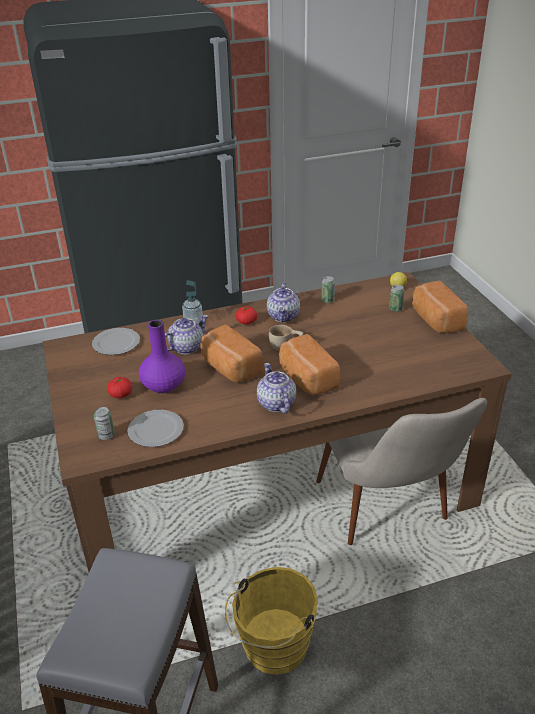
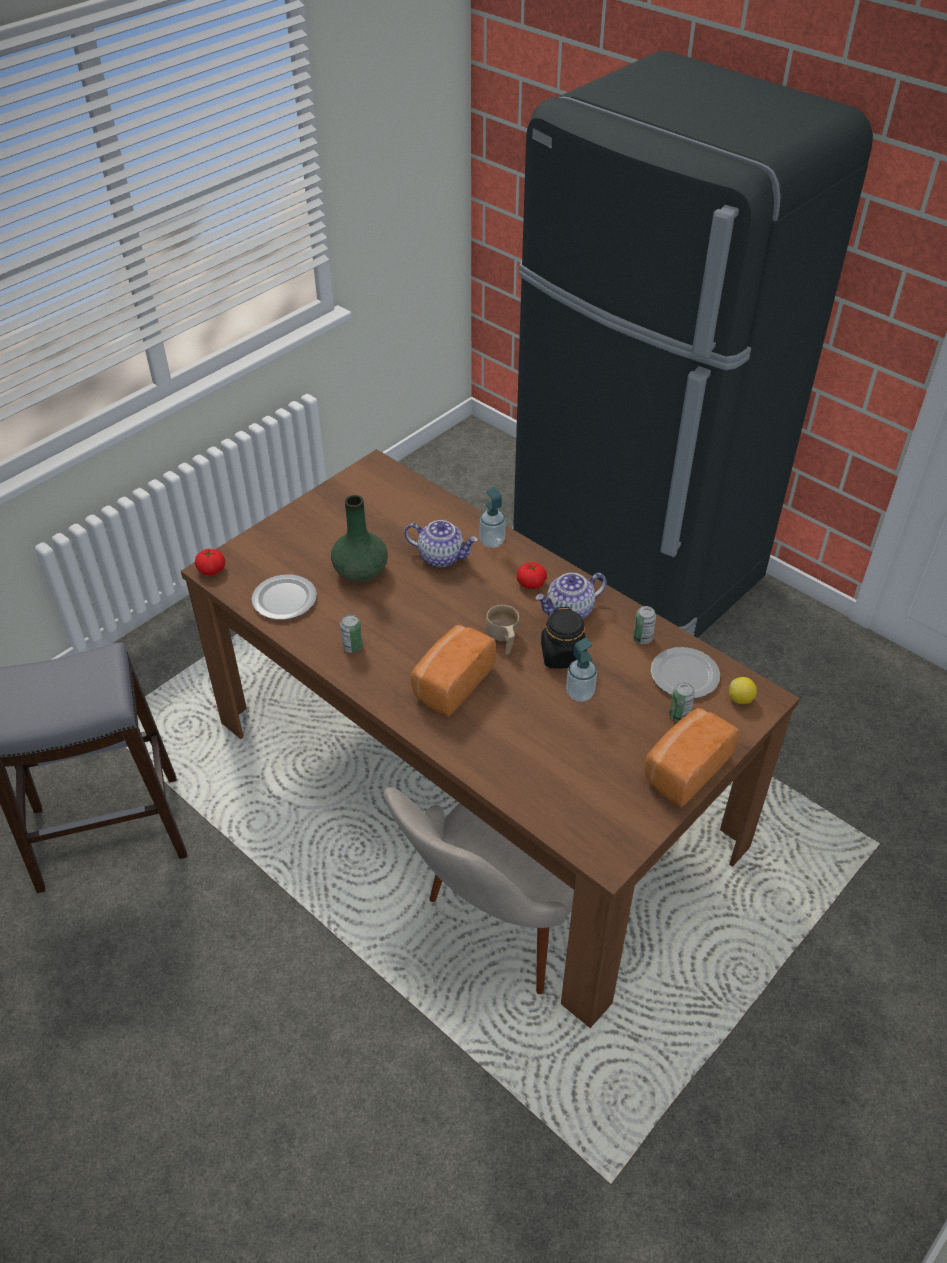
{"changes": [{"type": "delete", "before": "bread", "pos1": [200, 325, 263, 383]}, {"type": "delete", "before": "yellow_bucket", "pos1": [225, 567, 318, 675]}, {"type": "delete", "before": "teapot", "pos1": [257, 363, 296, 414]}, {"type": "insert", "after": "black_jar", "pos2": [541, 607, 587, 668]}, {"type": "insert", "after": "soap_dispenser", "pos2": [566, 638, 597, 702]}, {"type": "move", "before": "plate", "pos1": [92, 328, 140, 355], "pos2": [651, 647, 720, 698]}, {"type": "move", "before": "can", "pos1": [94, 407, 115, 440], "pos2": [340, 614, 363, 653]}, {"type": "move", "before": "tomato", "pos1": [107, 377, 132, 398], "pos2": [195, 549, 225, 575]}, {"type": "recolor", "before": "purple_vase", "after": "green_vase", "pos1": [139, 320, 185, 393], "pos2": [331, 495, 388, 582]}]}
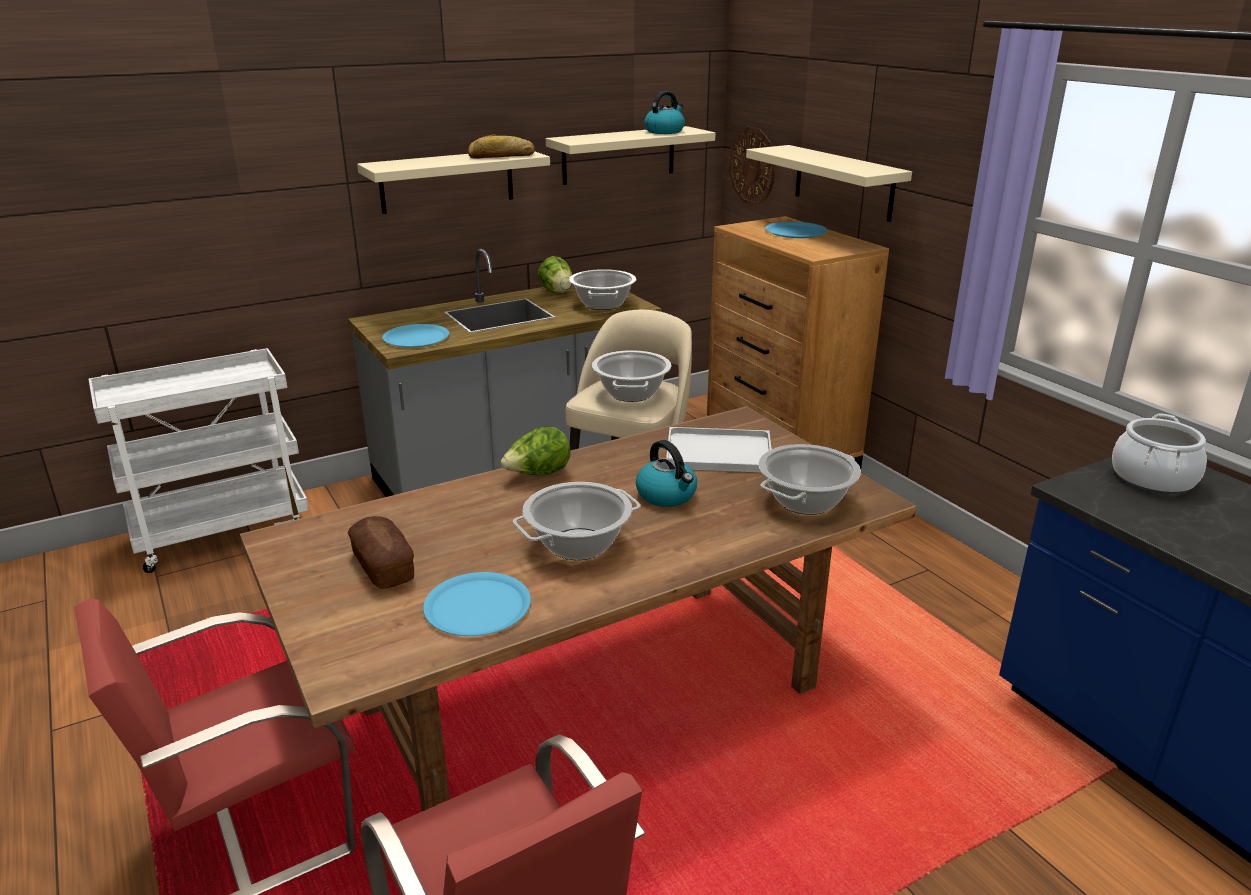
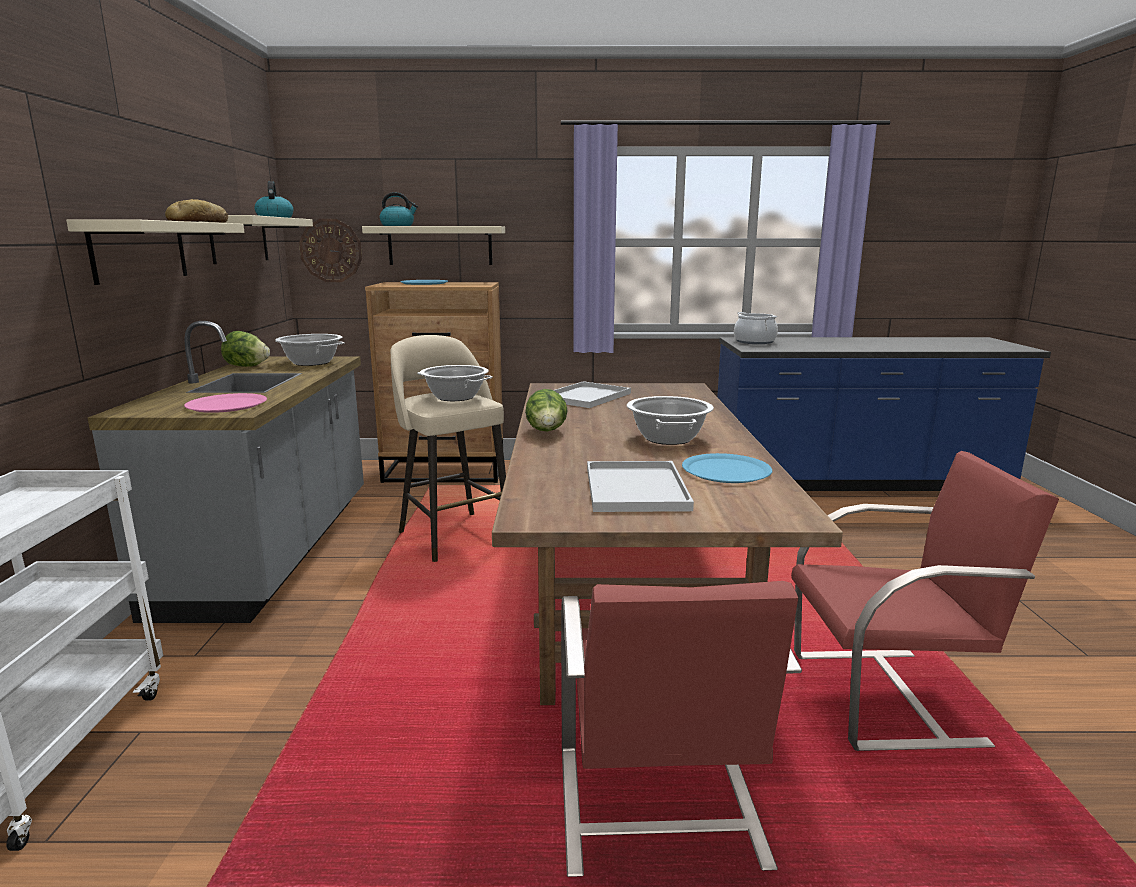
{"changes": [{"type": "delete", "before": "cooking_pot", "pos1": [758, 444, 861, 515]}, {"type": "move", "before": "kettle", "pos1": [636, 440, 697, 507], "pos2": [380, 192, 418, 226]}, {"type": "replace", "before": "bread", "after": "white_tray", "pos1": [347, 516, 414, 589], "pos2": [587, 461, 694, 512]}, {"type": "recolor", "before": "blue_plate", "after": "pink_plate", "pos1": [382, 324, 449, 347], "pos2": [184, 393, 267, 413]}]}
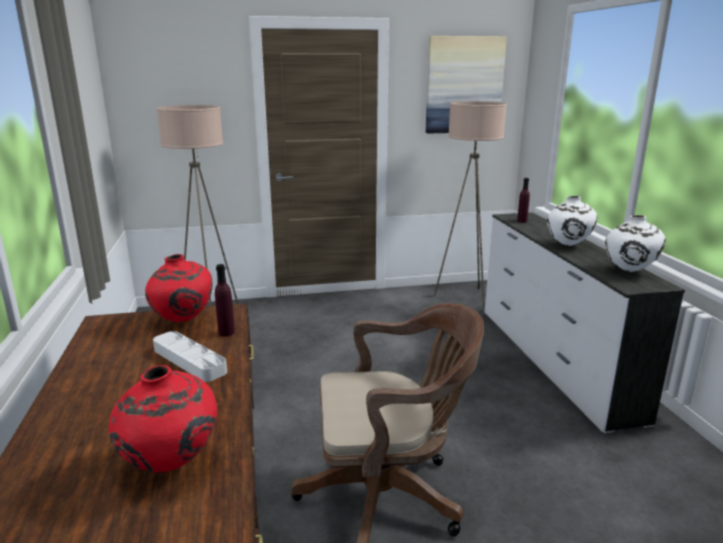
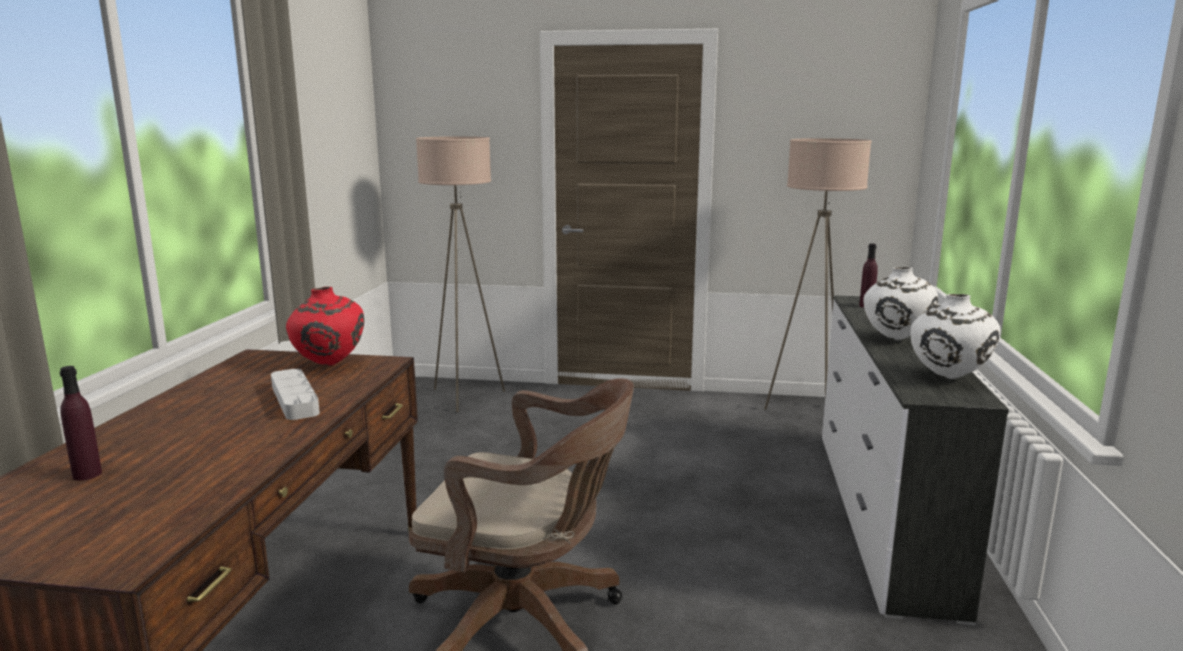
{"changes": [{"type": "delete", "before": "red_vase", "pos1": [109, 365, 217, 472]}, {"type": "delete", "before": "picture", "pos1": [426, 36, 507, 134]}, {"type": "move", "before": "purple_bottle", "pos1": [215, 264, 235, 337], "pos2": [60, 366, 102, 481]}]}
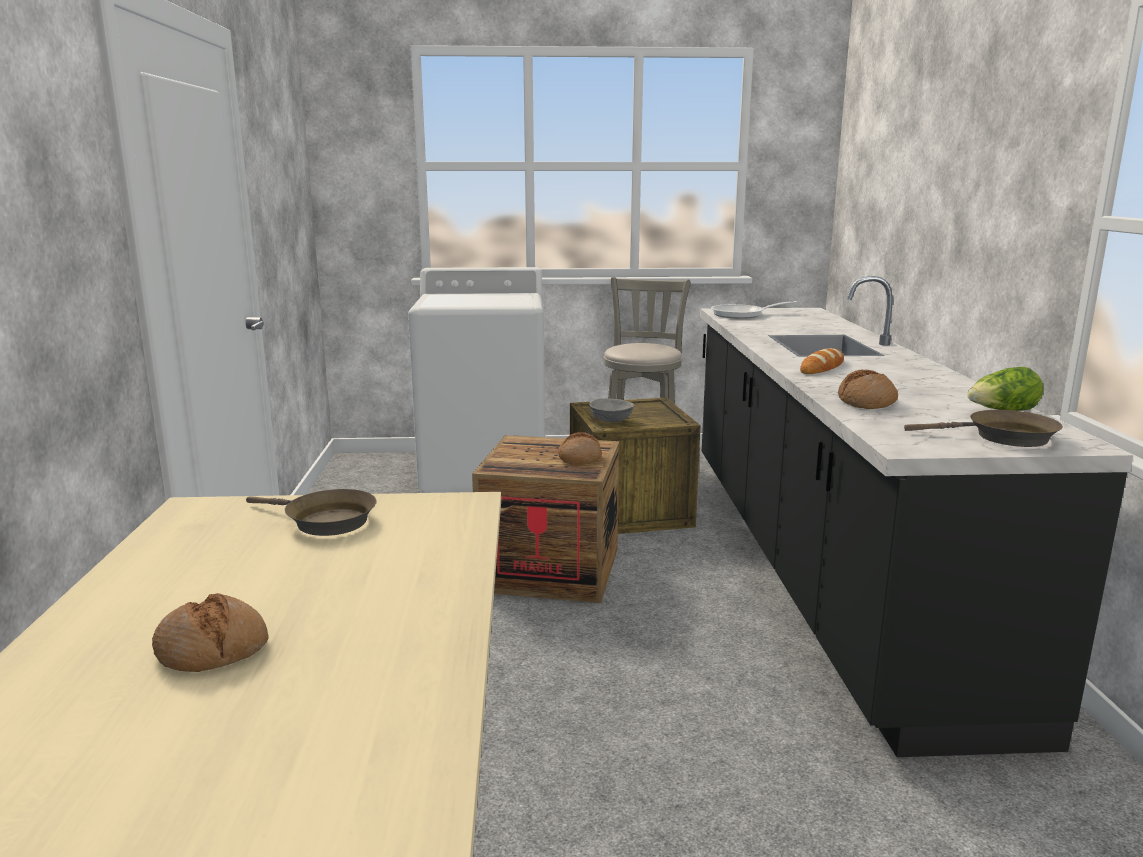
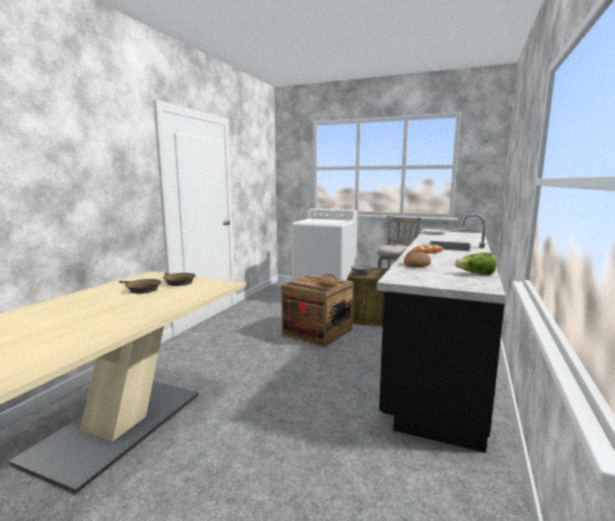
{"changes": [{"type": "delete", "before": "bread", "pos1": [152, 593, 268, 672]}, {"type": "move", "before": "brown_frying_pan", "pos1": [904, 410, 1063, 447], "pos2": [119, 279, 161, 294]}]}
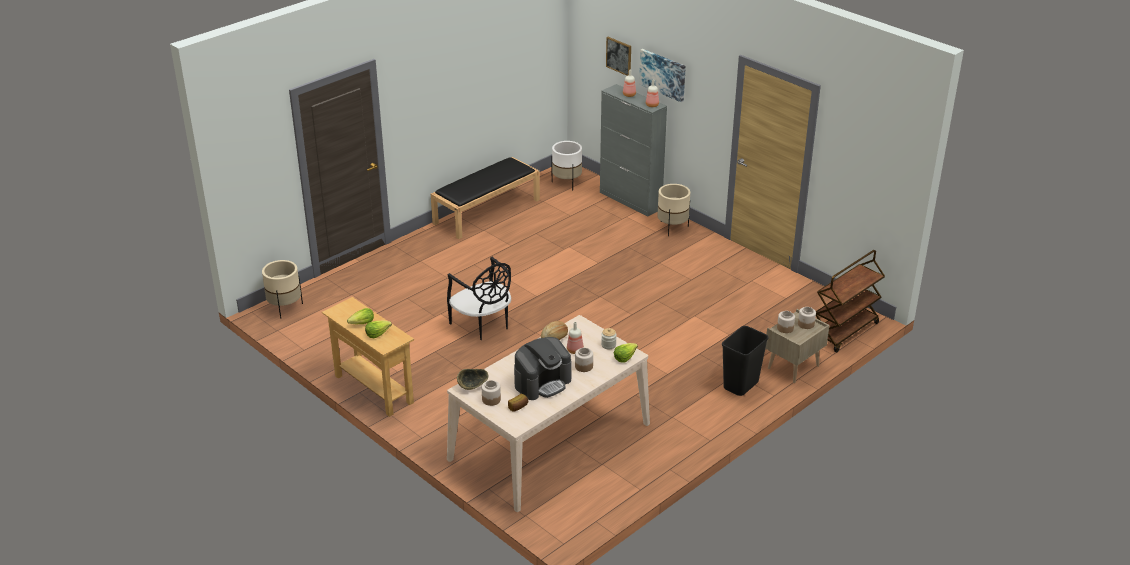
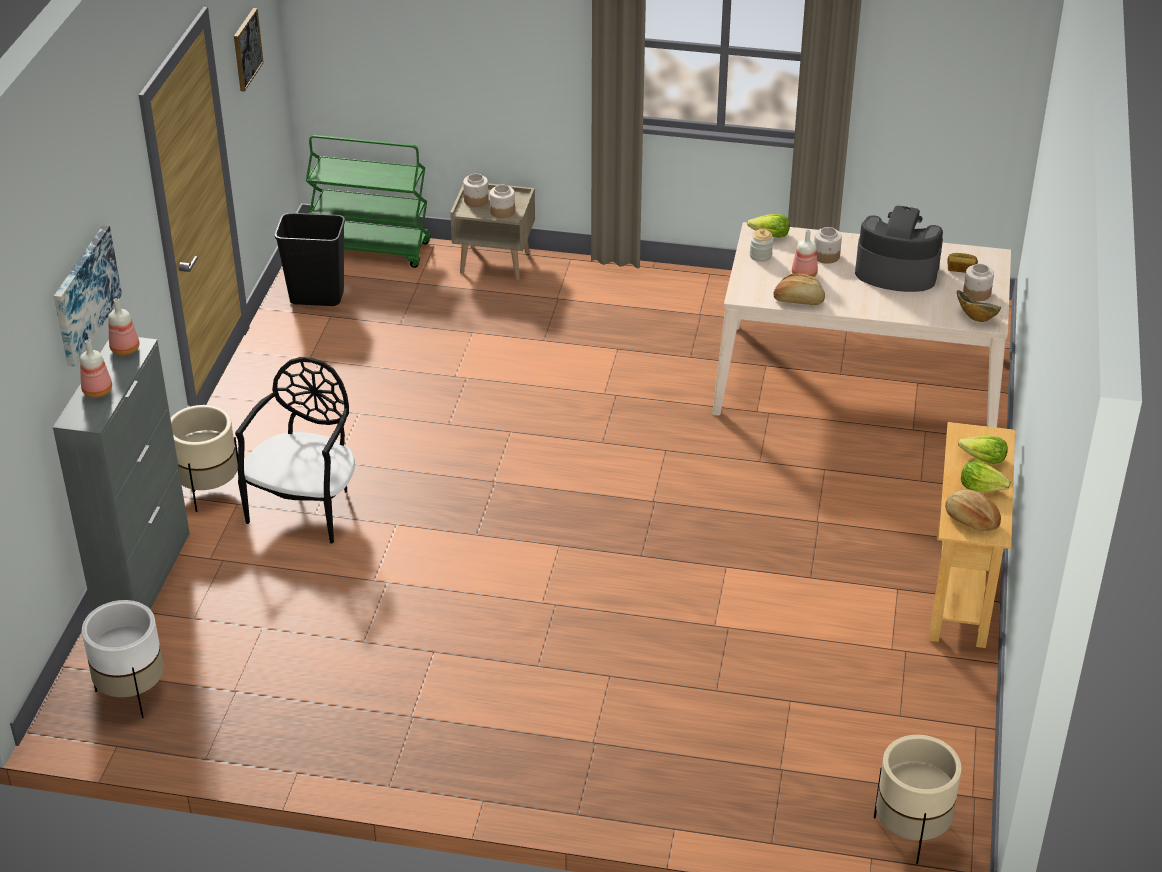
{"changes": [{"type": "delete", "before": "black_bench", "pos1": [431, 157, 540, 239]}, {"type": "insert", "after": "bread", "pos2": [945, 489, 1001, 531]}, {"type": "move", "before": "black_chair", "pos1": [447, 257, 511, 340], "pos2": [235, 357, 355, 544]}, {"type": "move", "before": "picture", "pos1": [606, 37, 631, 76], "pos2": [234, 8, 264, 92]}, {"type": "move", "before": "black_trash_can", "pos1": [722, 326, 769, 396], "pos2": [275, 213, 345, 306]}, {"type": "recolor", "before": "brown_cart", "after": "green_cart", "pos1": [816, 250, 885, 352], "pos2": [306, 135, 431, 268]}]}
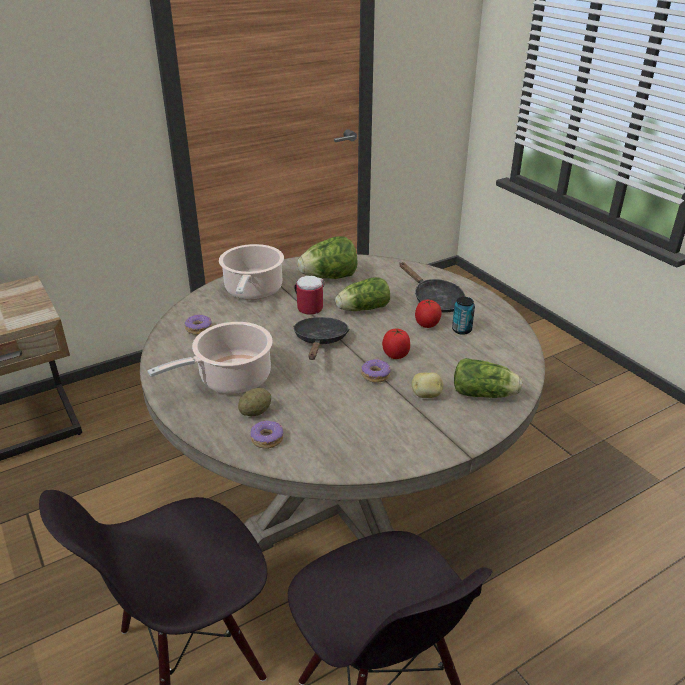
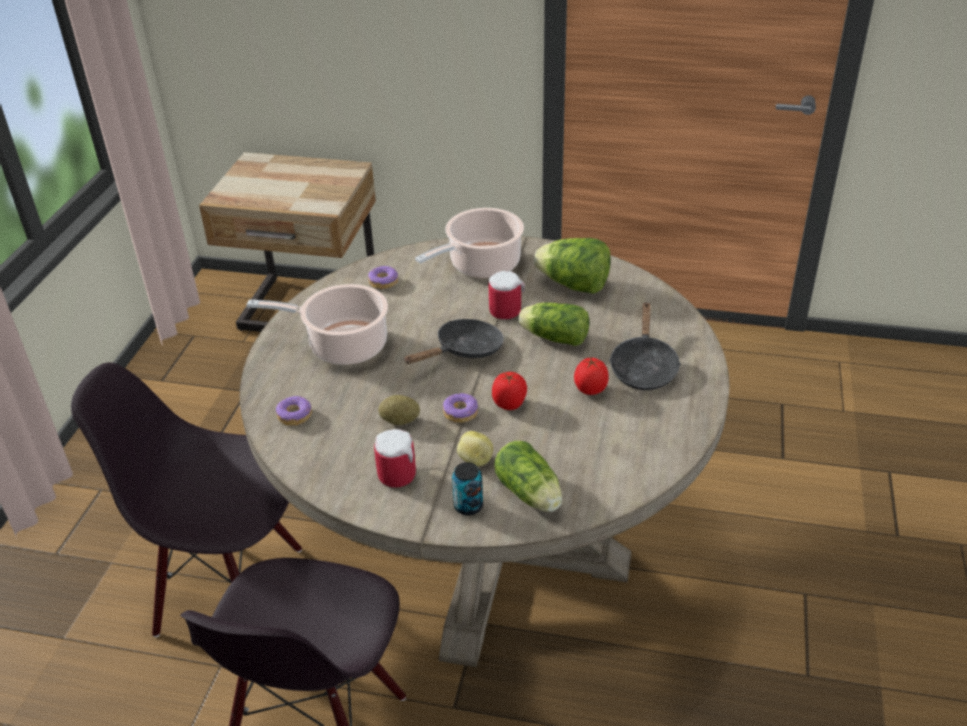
{"changes": [{"type": "insert", "after": "mug", "pos2": [374, 429, 416, 488]}, {"type": "move", "before": "potato", "pos1": [238, 388, 271, 416], "pos2": [378, 395, 420, 425]}, {"type": "move", "before": "can", "pos1": [452, 297, 475, 335], "pos2": [452, 462, 483, 515]}]}
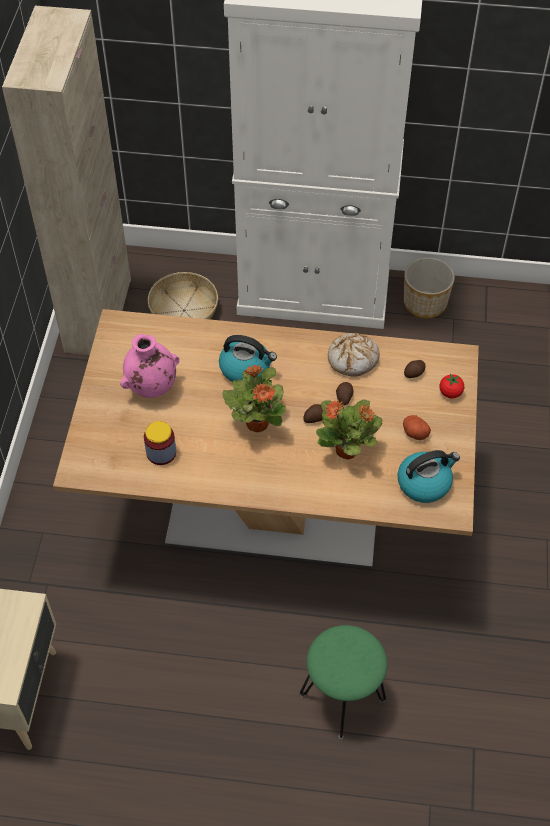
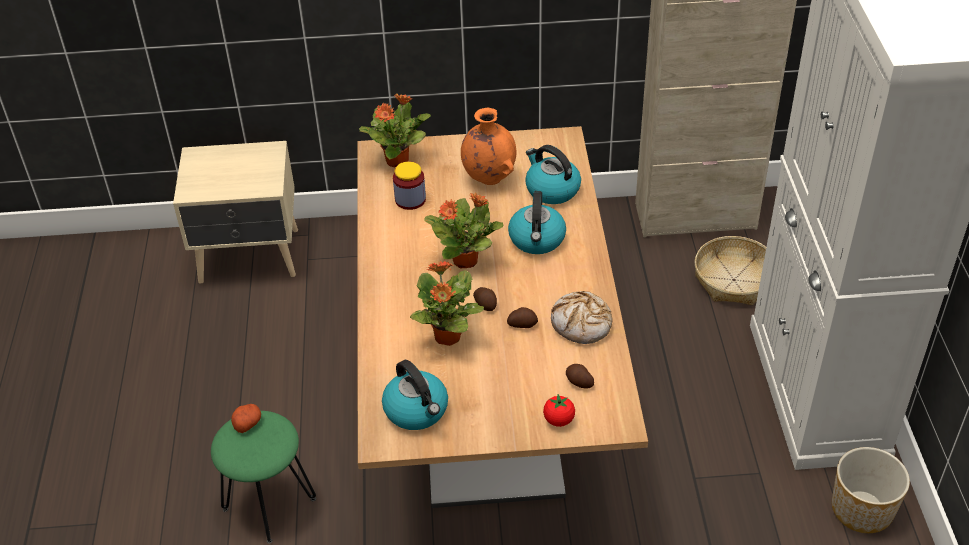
{"changes": [{"type": "insert", "after": "potted_plant", "pos2": [359, 93, 431, 168]}, {"type": "insert", "after": "kettle", "pos2": [525, 145, 581, 204]}, {"type": "move", "before": "potato", "pos1": [403, 415, 431, 440], "pos2": [231, 404, 261, 433]}, {"type": "recolor", "before": "pink_vase", "after": "orange_vase", "pos1": [120, 334, 179, 398], "pos2": [461, 107, 516, 185]}]}
